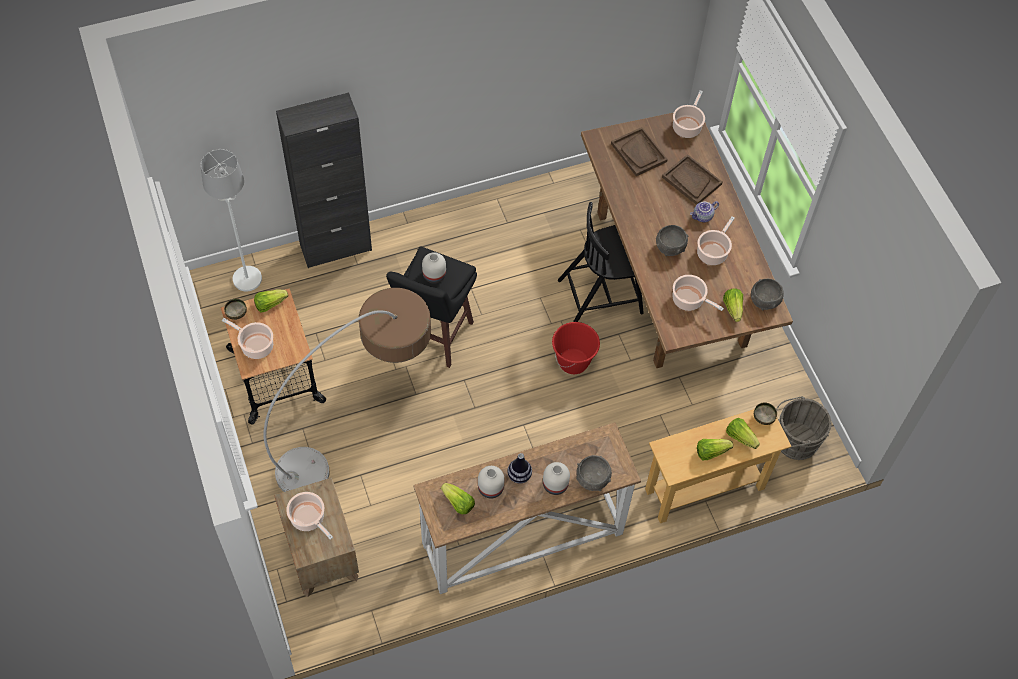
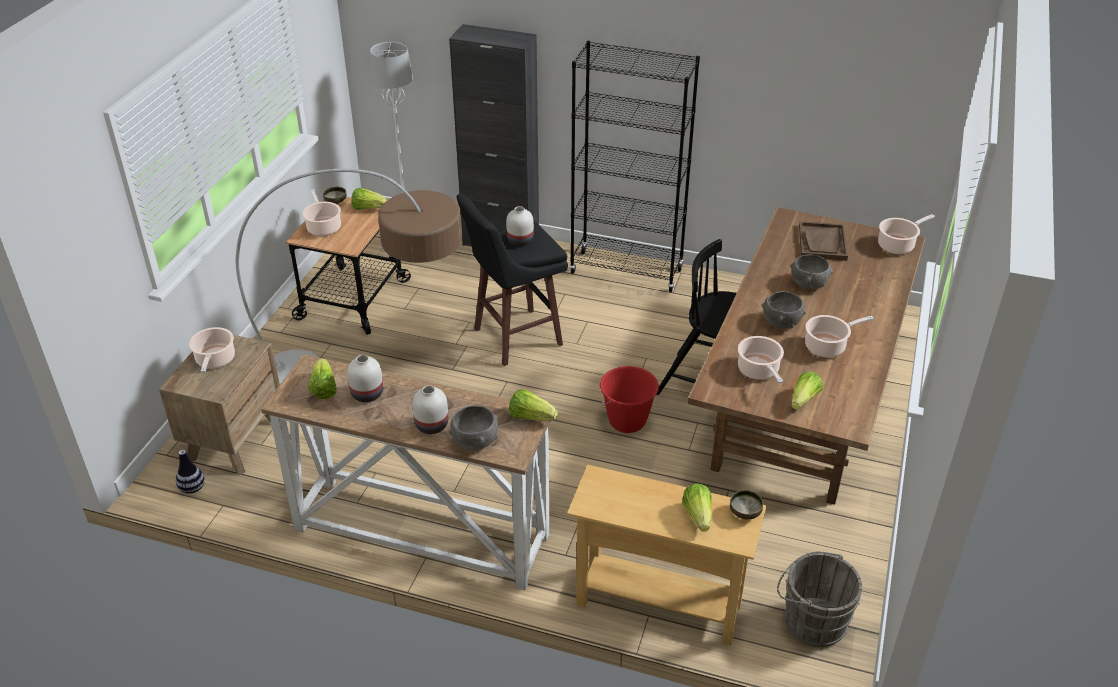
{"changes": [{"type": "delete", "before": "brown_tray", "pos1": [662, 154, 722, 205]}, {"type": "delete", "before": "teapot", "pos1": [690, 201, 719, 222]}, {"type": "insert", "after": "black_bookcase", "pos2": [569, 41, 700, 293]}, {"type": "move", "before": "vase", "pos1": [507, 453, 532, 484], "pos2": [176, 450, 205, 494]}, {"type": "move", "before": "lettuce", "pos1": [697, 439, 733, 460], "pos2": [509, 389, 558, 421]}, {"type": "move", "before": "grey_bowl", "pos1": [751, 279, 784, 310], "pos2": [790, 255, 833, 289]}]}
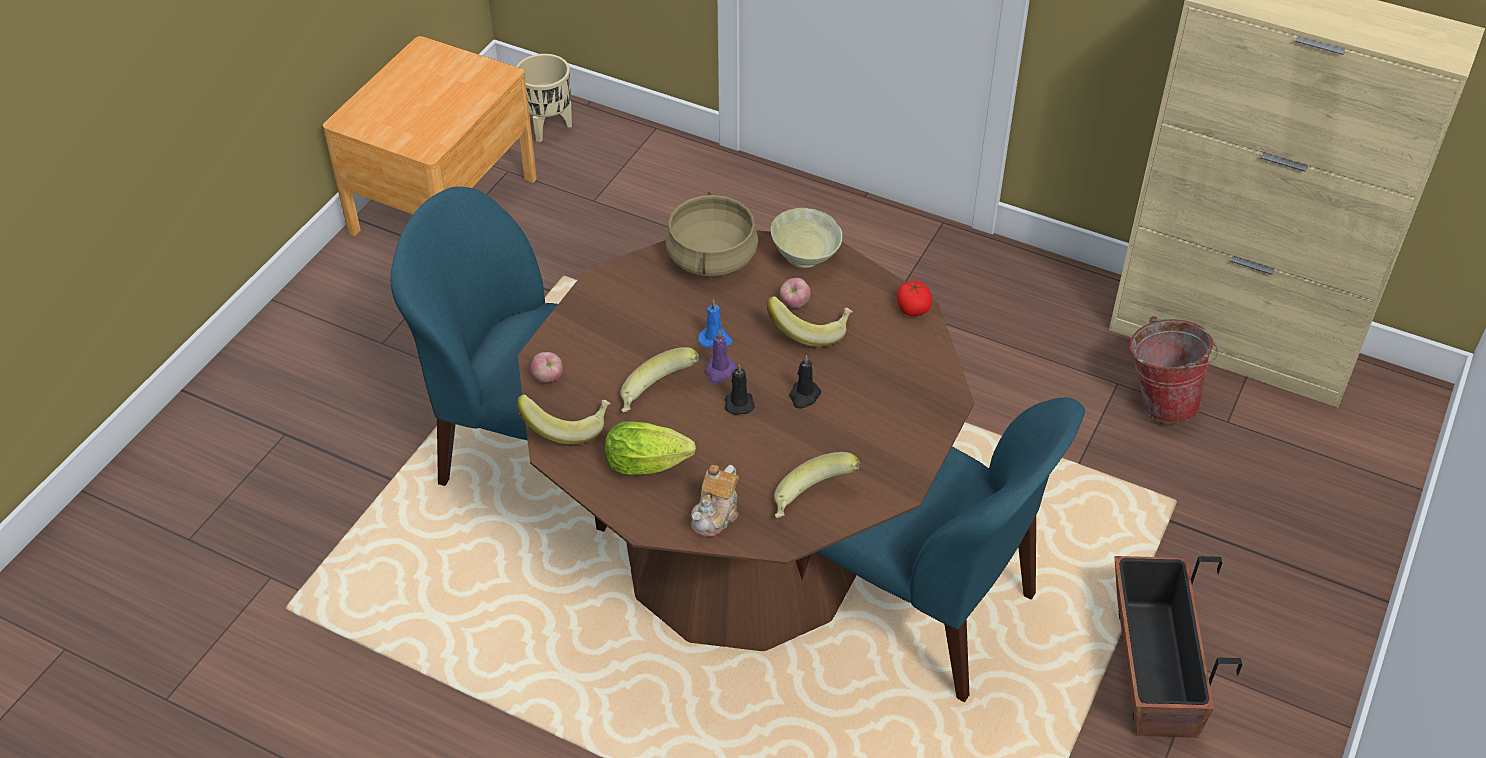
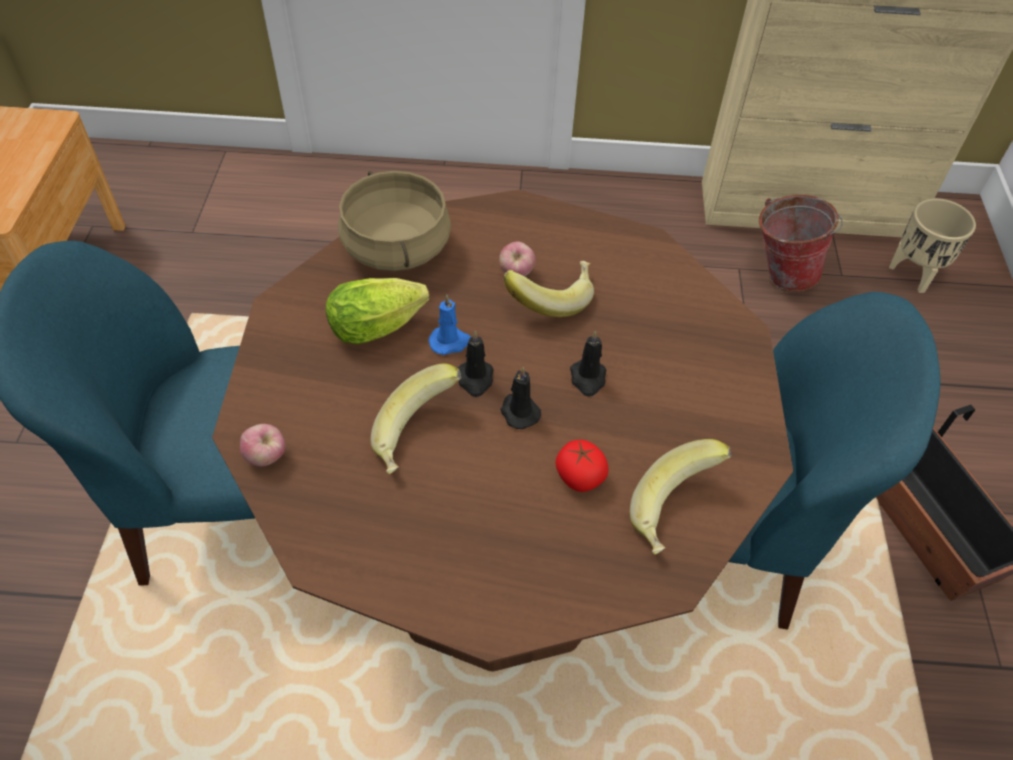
{"changes": [{"type": "delete", "before": "banana", "pos1": [517, 394, 611, 445]}, {"type": "delete", "before": "teapot", "pos1": [691, 465, 739, 537]}, {"type": "delete", "before": "beige_bowl", "pos1": [770, 208, 843, 268]}, {"type": "move", "before": "beige_planter", "pos1": [516, 54, 572, 142], "pos2": [889, 198, 976, 293]}, {"type": "move", "before": "lettuce", "pos1": [605, 421, 696, 475], "pos2": [326, 278, 429, 345]}, {"type": "move", "before": "tomato", "pos1": [897, 281, 932, 316], "pos2": [556, 440, 609, 492]}, {"type": "recolor", "before": "purple_candle", "after": "black_candle", "pos1": [705, 330, 736, 384], "pos2": [458, 331, 494, 397]}]}
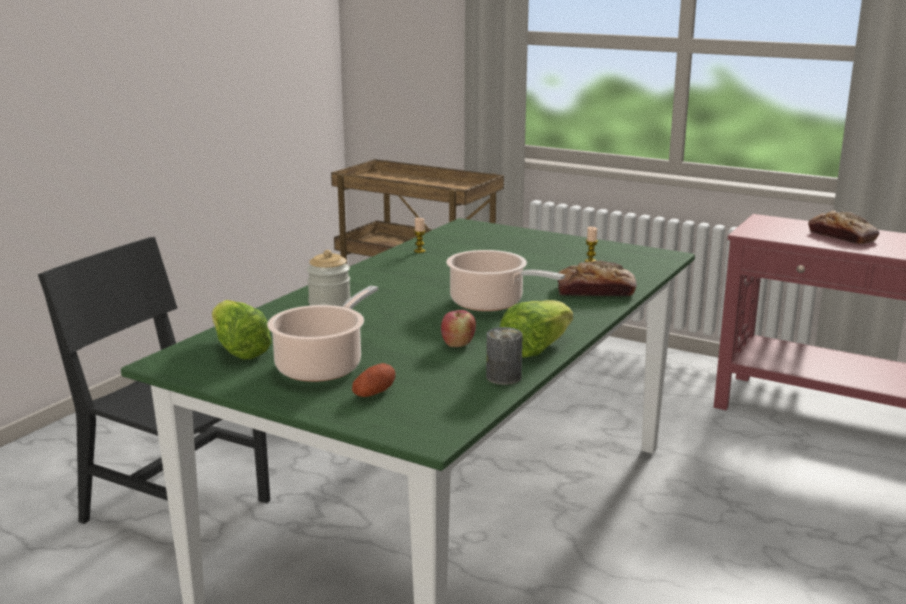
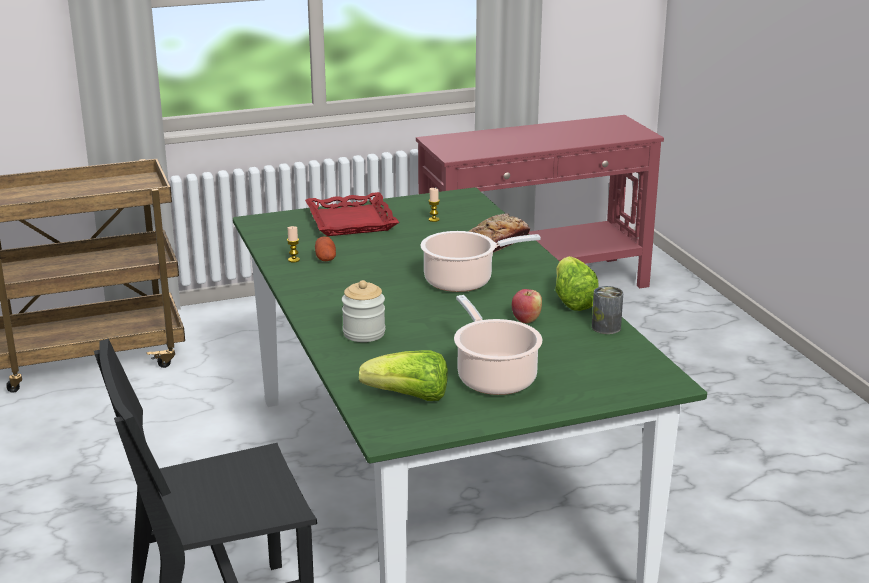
{"changes": [{"type": "delete", "before": "bread", "pos1": [808, 210, 879, 244]}, {"type": "insert", "after": "red_tray", "pos2": [305, 192, 399, 236]}, {"type": "move", "before": "potato", "pos1": [352, 363, 395, 397], "pos2": [315, 236, 336, 261]}]}
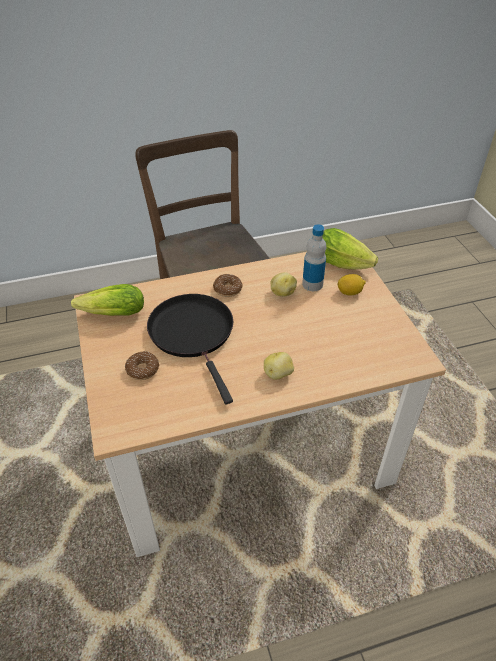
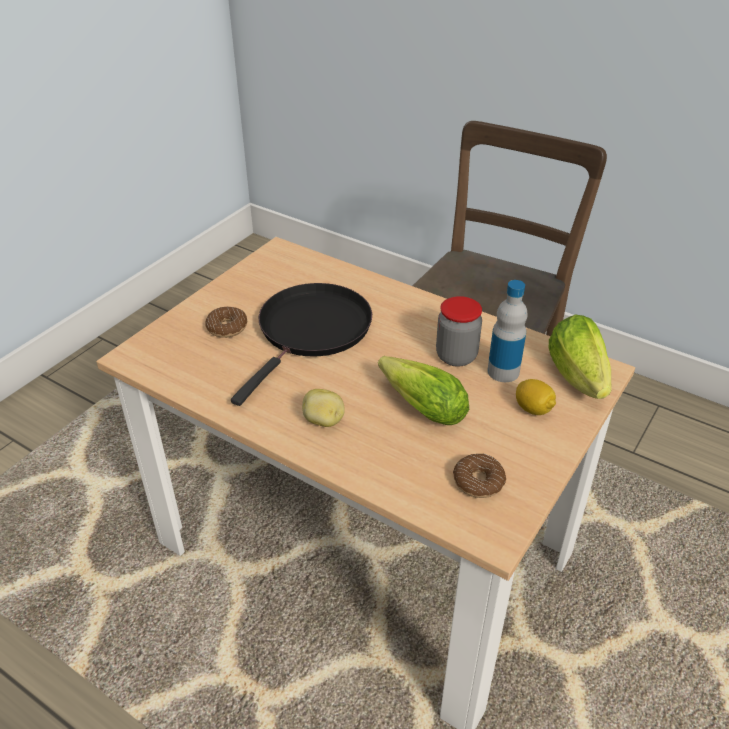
{"changes": [{"type": "move", "before": "lettuce", "pos1": [71, 284, 144, 316], "pos2": [378, 356, 469, 425]}, {"type": "move", "before": "donut", "pos1": [213, 274, 243, 297], "pos2": [453, 454, 506, 498]}, {"type": "replace", "before": "potato", "after": "jar", "pos1": [271, 272, 297, 296], "pos2": [436, 296, 482, 367]}]}
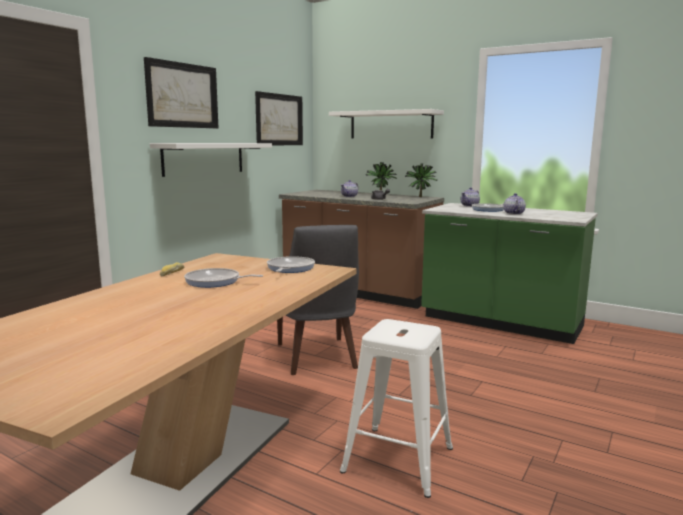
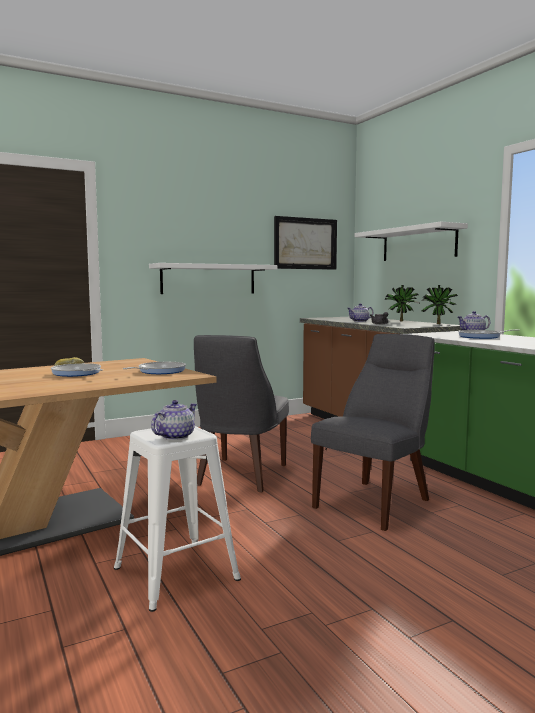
{"changes": [{"type": "delete", "before": "picture", "pos1": [144, 57, 218, 128]}, {"type": "insert", "after": "grey_chair", "pos2": [311, 334, 435, 531]}, {"type": "move", "before": "teapot", "pos1": [504, 193, 526, 215], "pos2": [151, 400, 197, 440]}]}
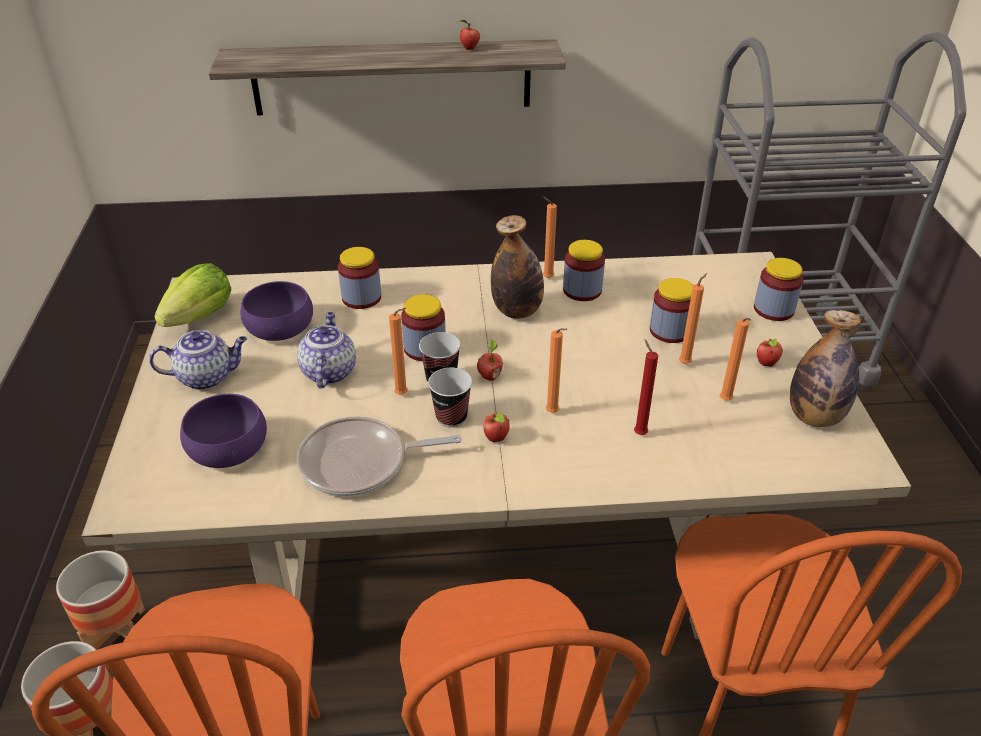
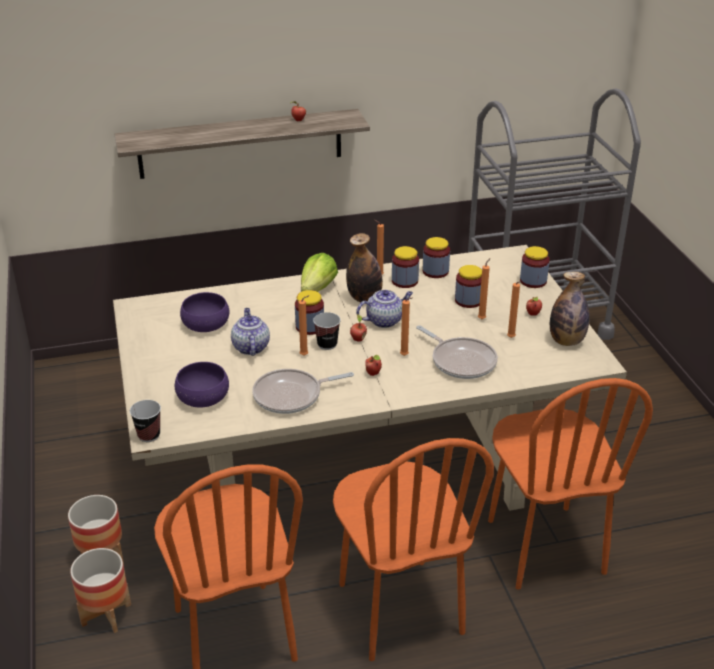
{"changes": [{"type": "move", "before": "teapot", "pos1": [149, 330, 247, 390], "pos2": [356, 290, 413, 328]}, {"type": "move", "before": "lettuce", "pos1": [154, 263, 231, 327], "pos2": [301, 253, 338, 292]}, {"type": "move", "before": "jar", "pos1": [338, 247, 381, 309], "pos2": [423, 237, 450, 278]}, {"type": "move", "before": "cup", "pos1": [428, 368, 472, 427], "pos2": [130, 400, 161, 442]}, {"type": "replace", "before": "red_candle", "after": "frying_pan", "pos1": [634, 339, 658, 435], "pos2": [416, 325, 498, 379]}]}
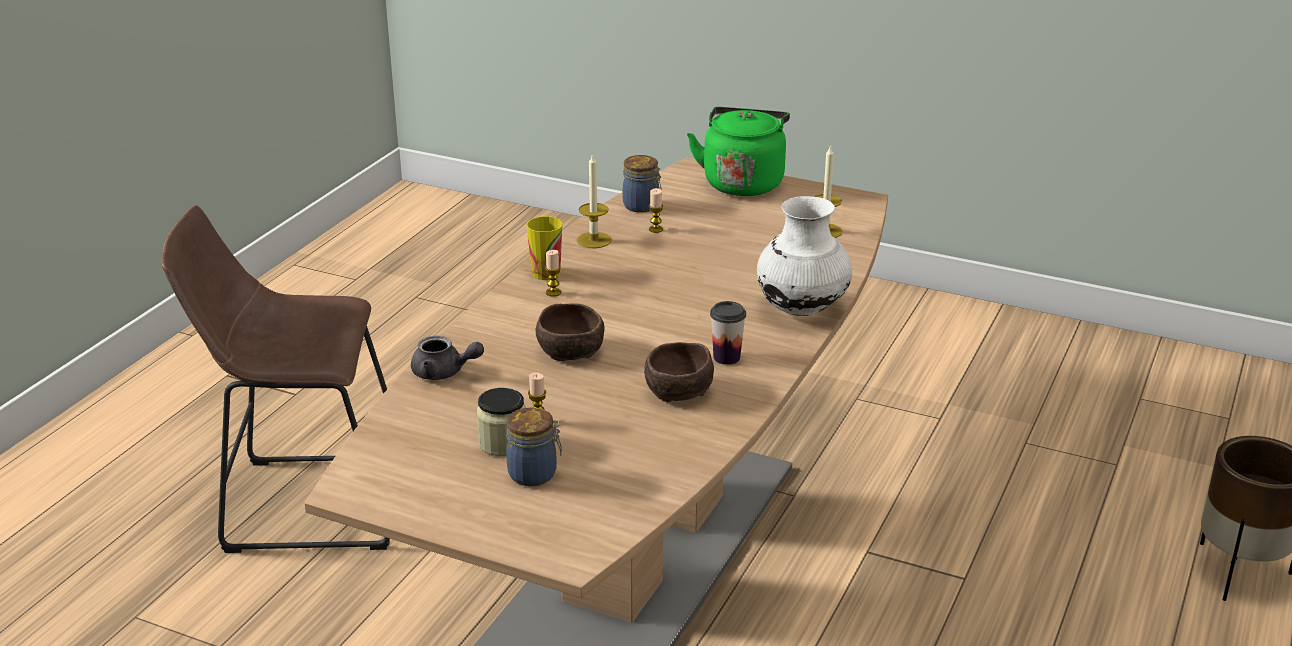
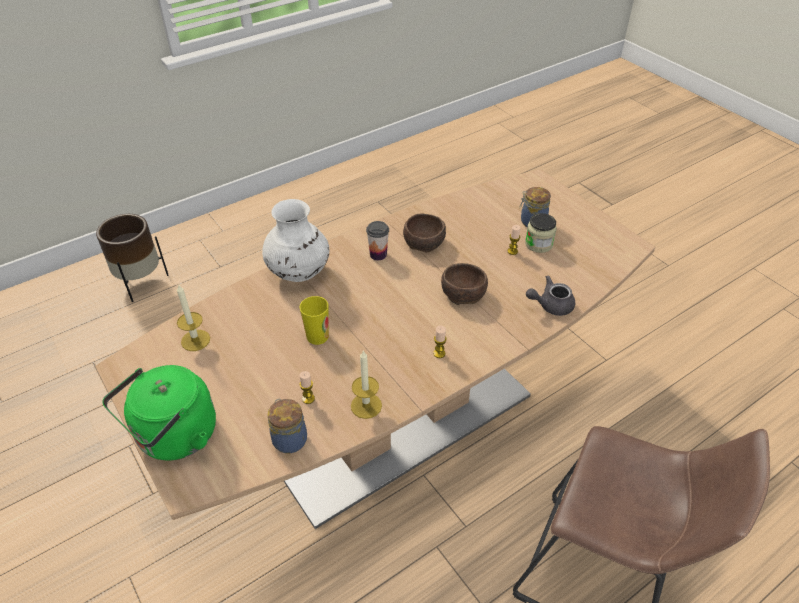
{"changes": [{"type": "move", "before": "cup", "pos1": [526, 216, 563, 280], "pos2": [300, 296, 329, 345]}, {"type": "rotate", "before": "grey_teapot", "pos1": [411, 336, 484, 380], "pos2": [526, 275, 575, 316], "turn": -60}]}
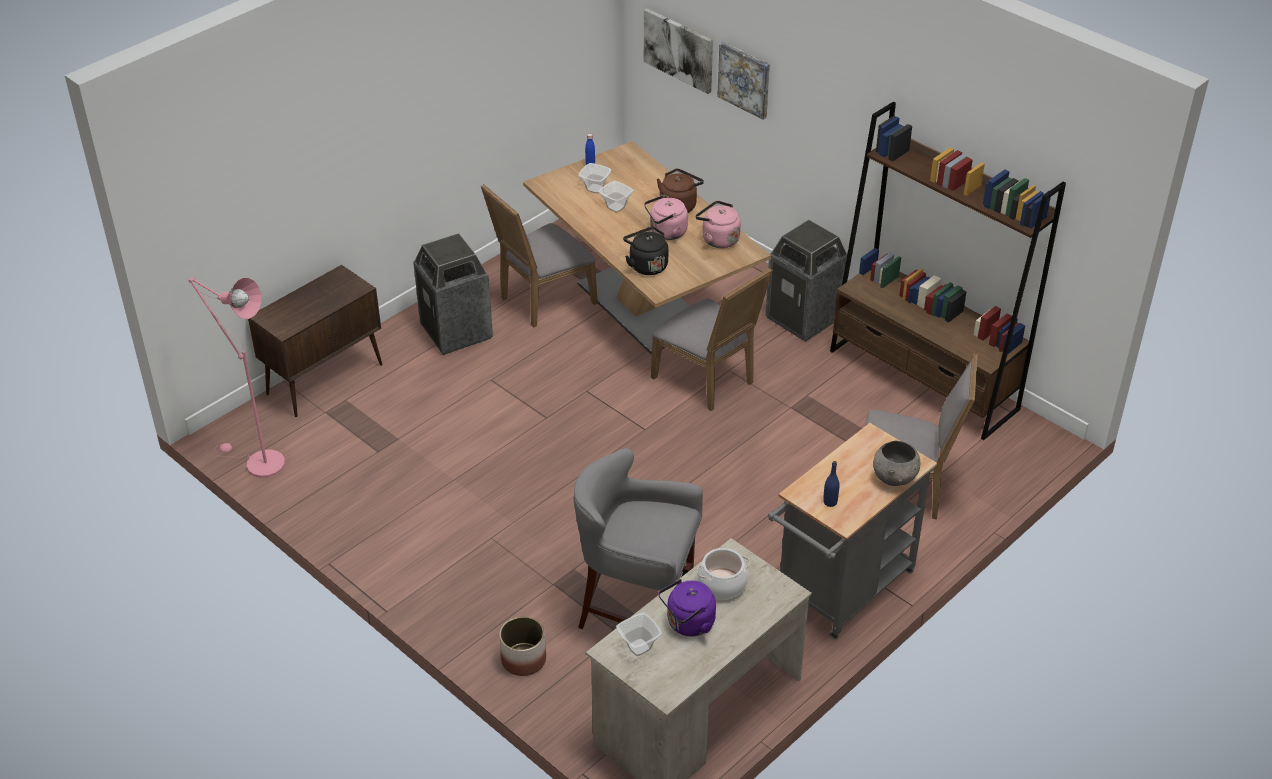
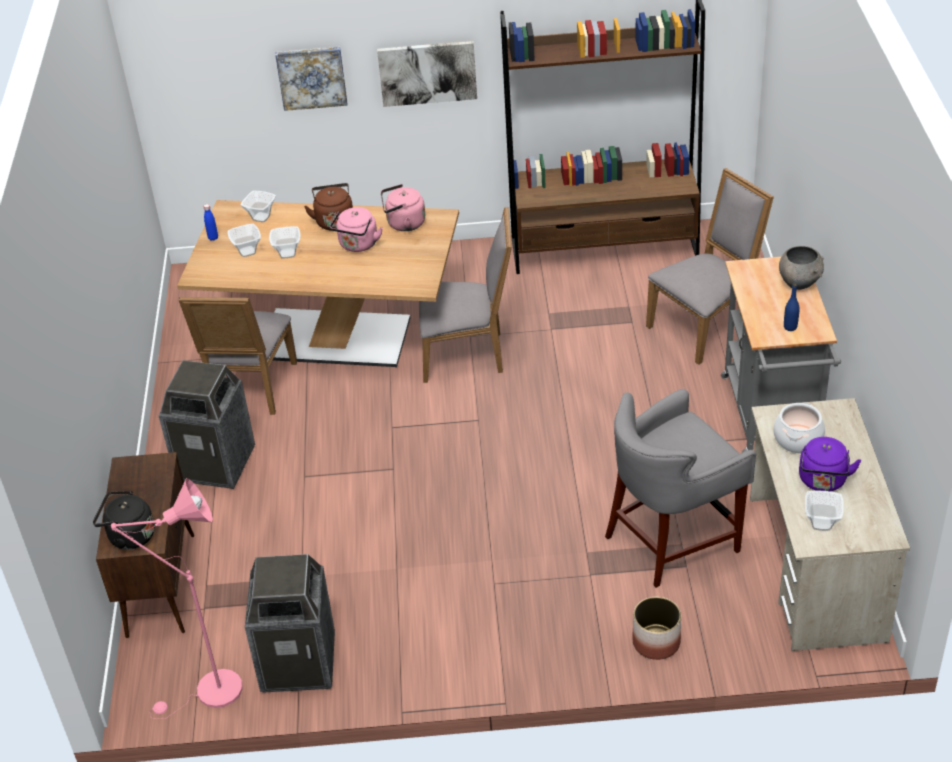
{"changes": [{"type": "insert", "after": "bowl", "pos2": [241, 191, 276, 222]}, {"type": "move", "before": "black_kettle", "pos1": [623, 227, 668, 275], "pos2": [93, 491, 155, 550]}, {"type": "move", "before": "picture", "pos1": [644, 8, 713, 94], "pos2": [377, 41, 477, 107]}, {"type": "move", "before": "trash_can", "pos1": [765, 220, 847, 342], "pos2": [245, 554, 335, 693]}]}
